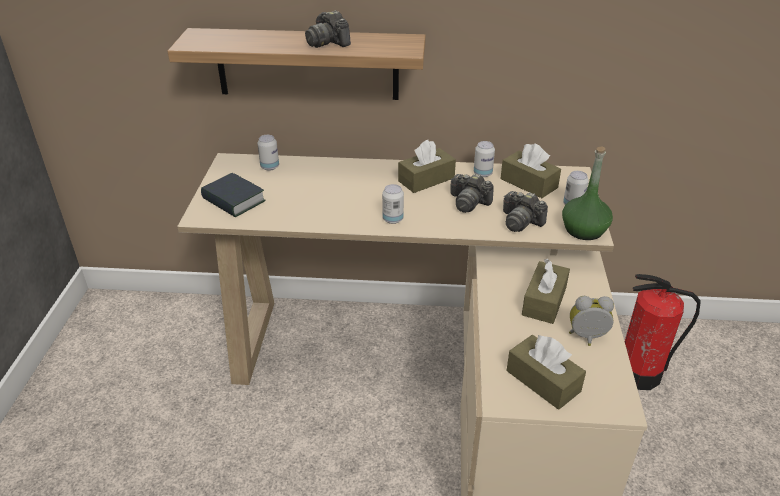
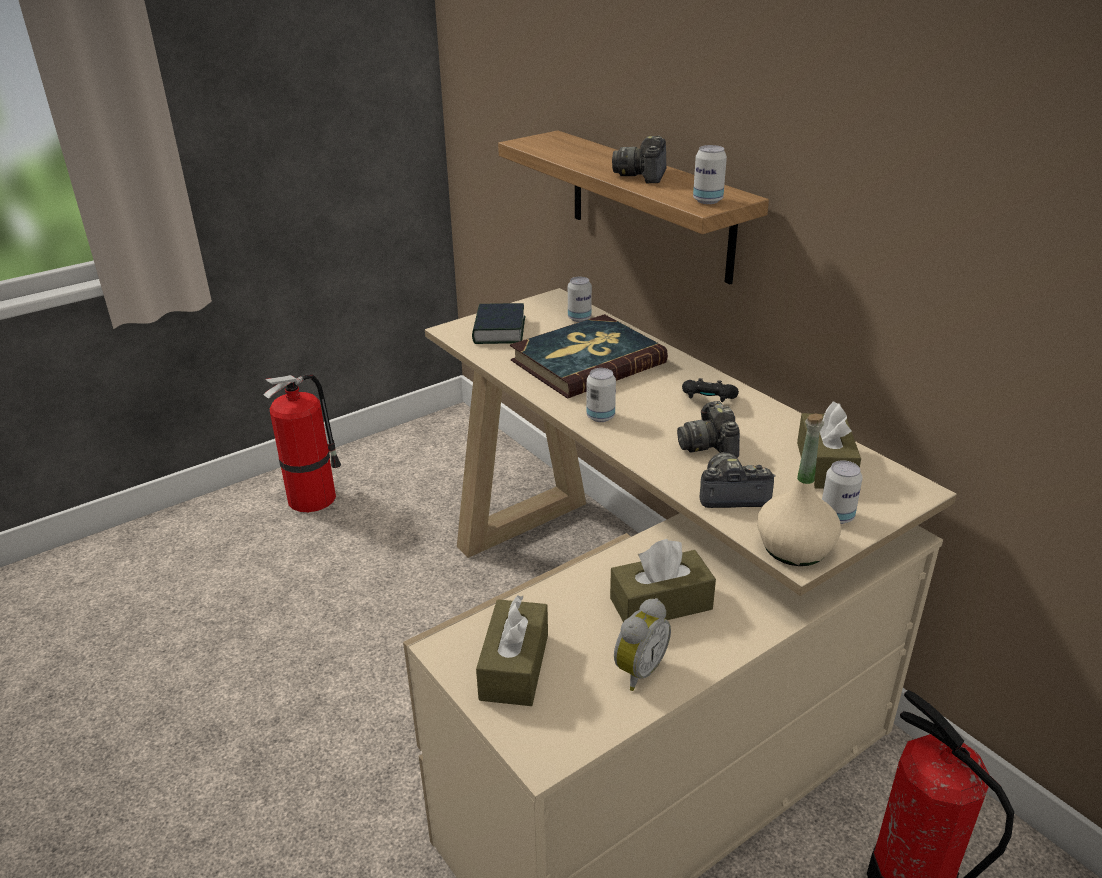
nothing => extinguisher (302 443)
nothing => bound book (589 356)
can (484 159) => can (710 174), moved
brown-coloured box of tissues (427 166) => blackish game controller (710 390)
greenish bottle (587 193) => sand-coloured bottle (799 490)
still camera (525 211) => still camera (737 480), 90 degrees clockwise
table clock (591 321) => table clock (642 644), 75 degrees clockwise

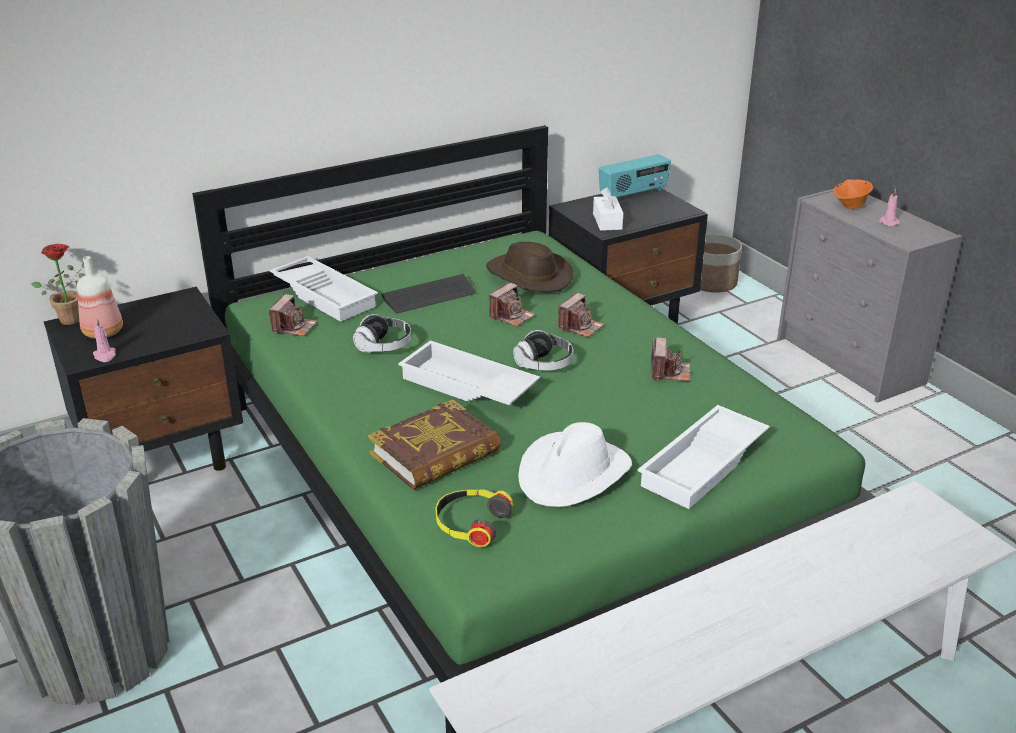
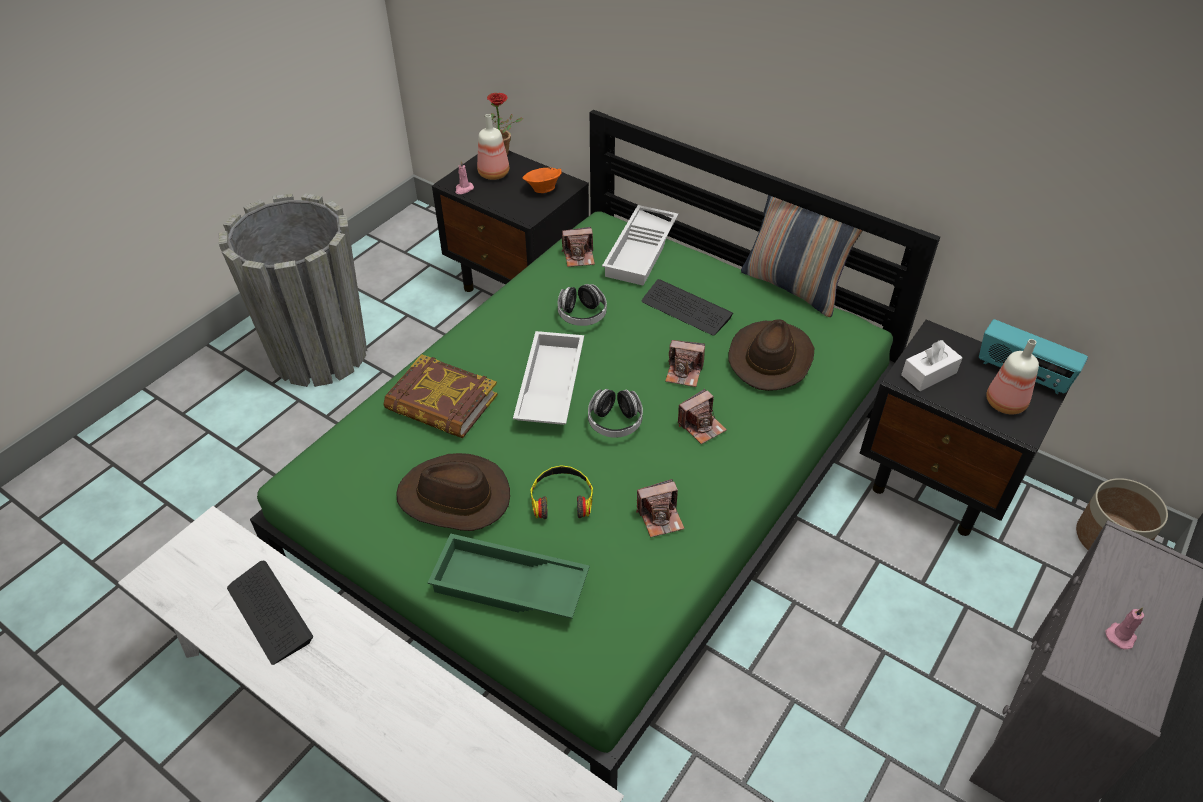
nothing => PC keyboard (270 613)
nothing => throw pillow (802 256)
nothing => bottle (1012 376)
headphones (474 518) => headphones (561 492), moved
orangey serving bowl (853 194) => orangey serving bowl (542 180), moved
whitish clothing hat (575 464) => brown-coloured clothing hat (453 492)
whitish tray (703 457) => greenish tray (509 576)
still camera (581 315) => still camera (702 416), 45 degrees counterclockwise

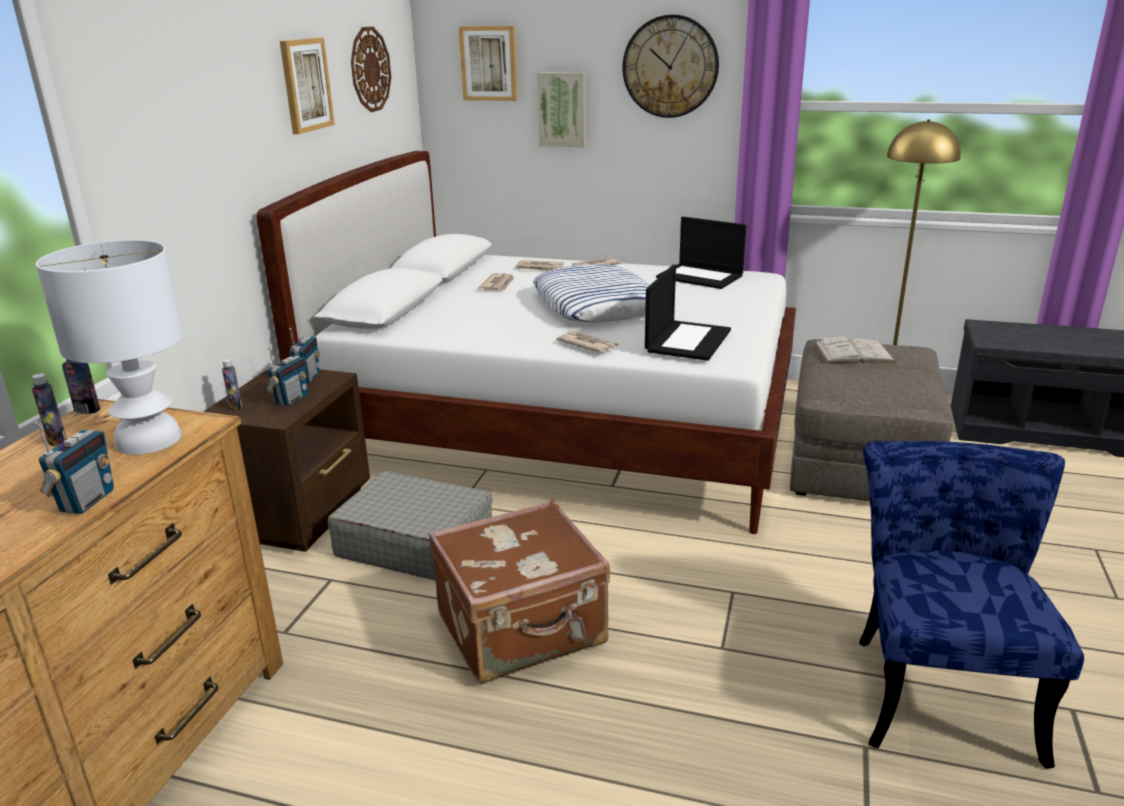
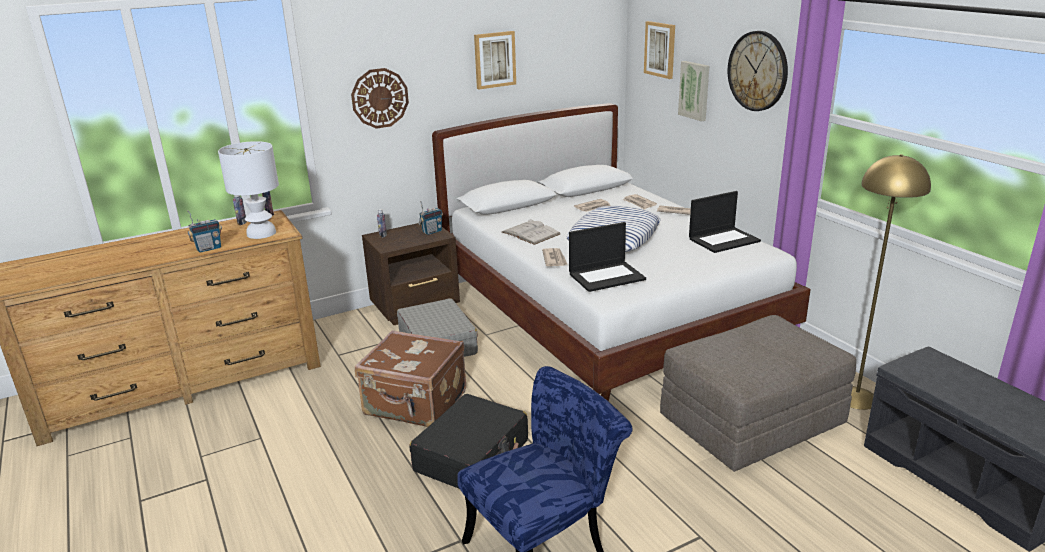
radio set (287 376) => nothing
nothing => blackish suitcase (469 441)
hanging clock (371 69) => hanging clock (380 98), moved
whitish bound book (855 349) => whitish bound book (531 232), moved
laptop (701 253) => laptop (725 222), 105 degrees counterclockwise

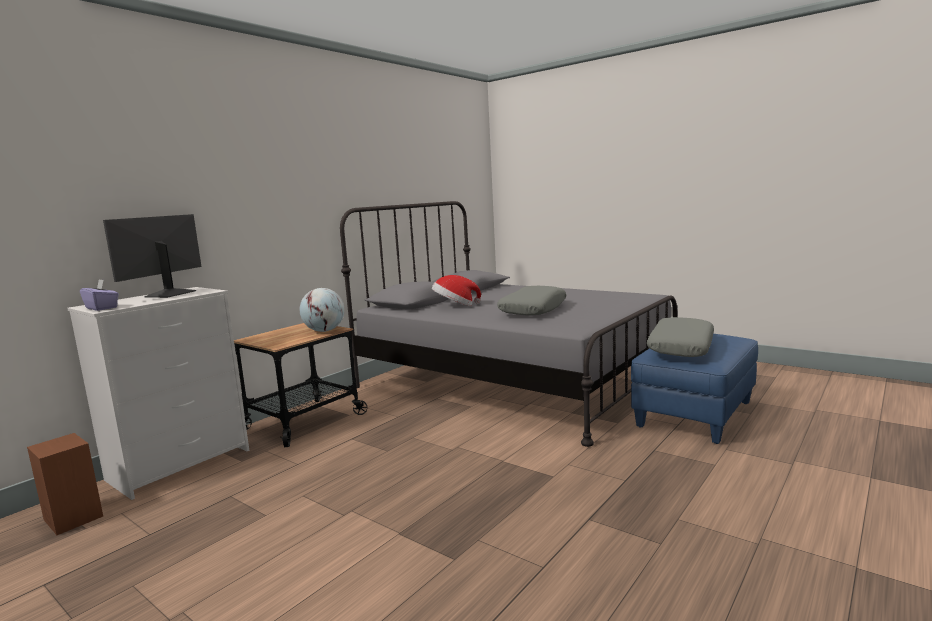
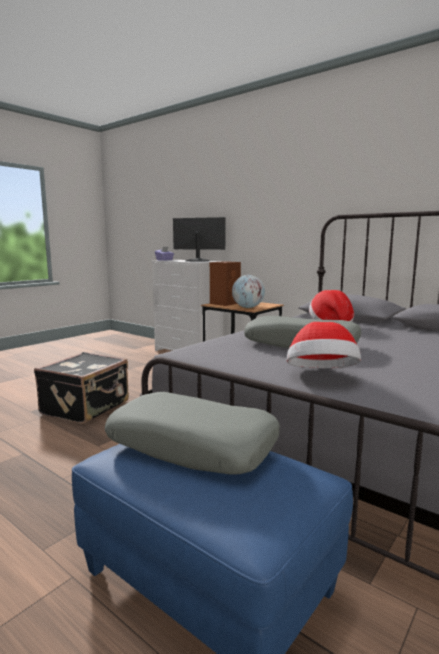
nothing => blackish suitcase (81 388)
nothing => clothing hat (324 345)
brown-coloured loudspeaker (65 484) => brown-coloured loudspeaker (225 283), moved

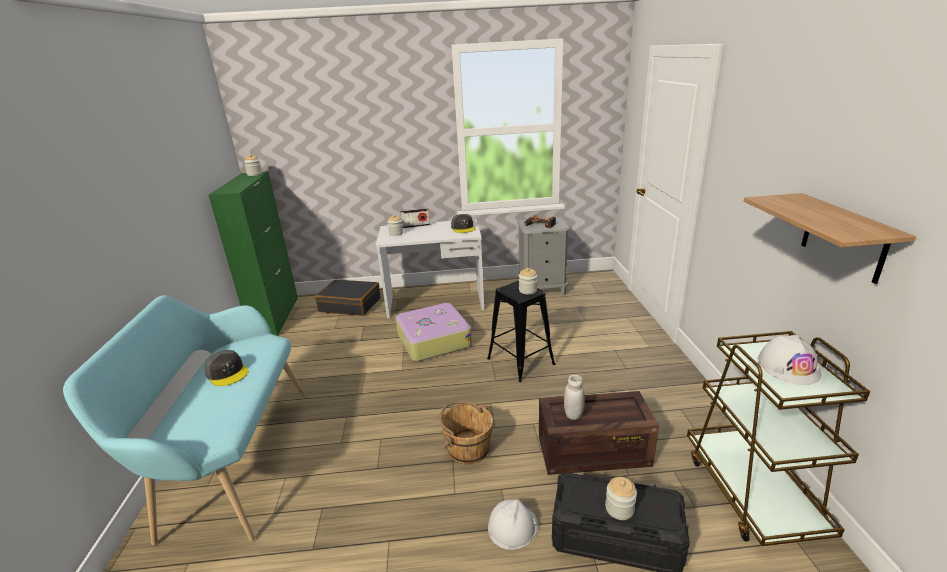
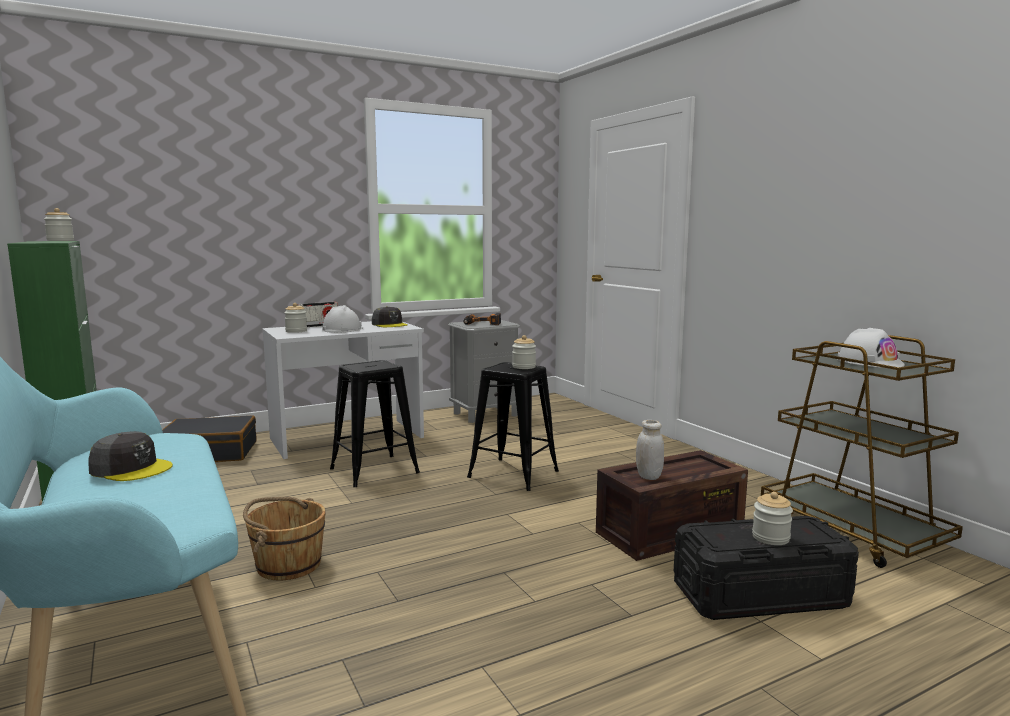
bracket shelf (830 238) => nothing
brown-coloured bucket (466 432) => brown-coloured bucket (284 539), moved
whitish hard hat (513 524) => whitish hard hat (342 319), moved
suitcase (433 332) => blackish stool seat (375 423)

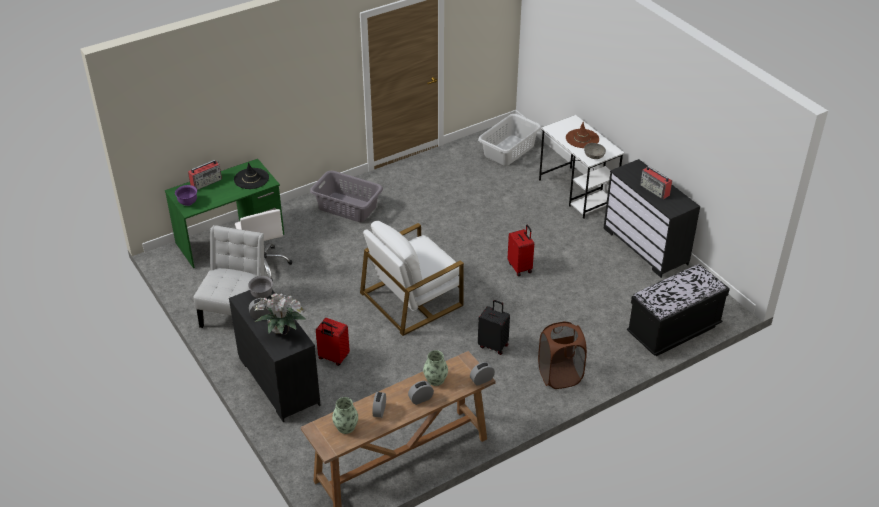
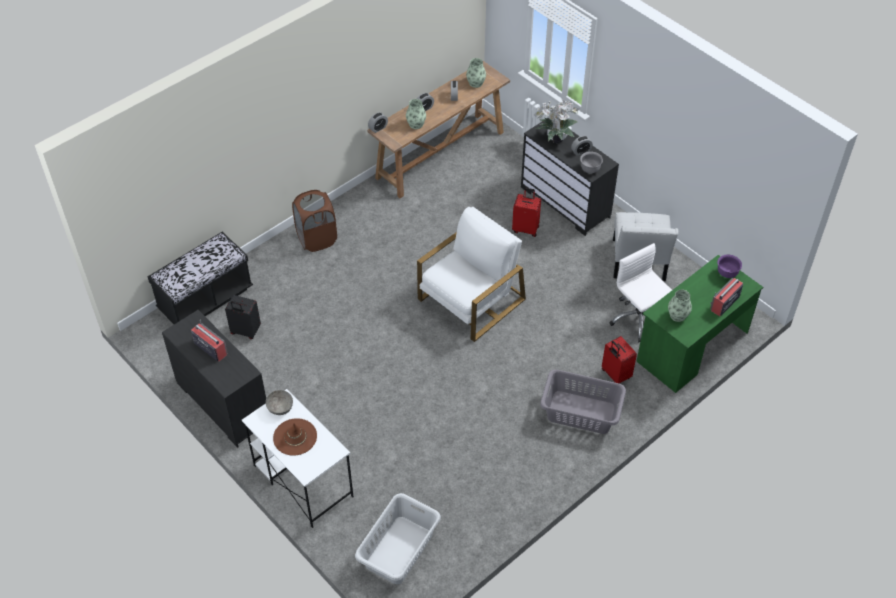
blackish suitcase (494 327) => blackish suitcase (243 317), moved
red suitcase (521 250) => red suitcase (619 359), moved
blackish clothing hat (251 175) => flower vase (680 306)

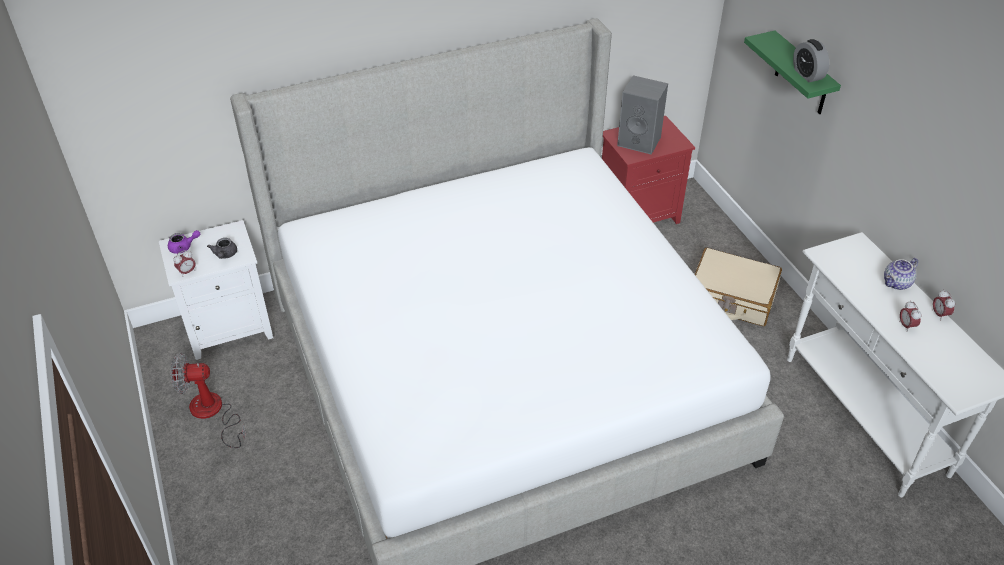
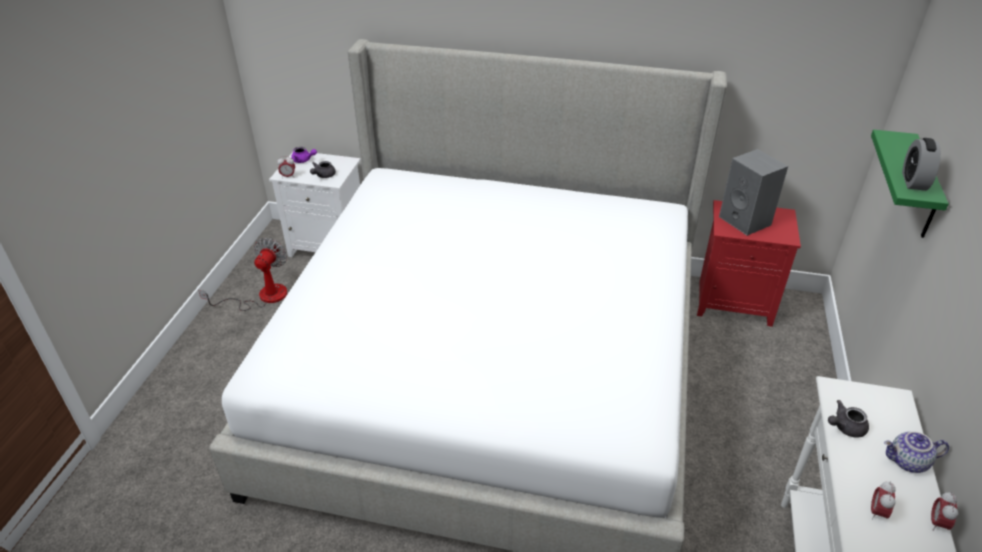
sand-coloured suitcase (738 287) => nothing
nothing => grey tea pot (848 419)
fan (208 400) => fan (242 274), 75 degrees clockwise

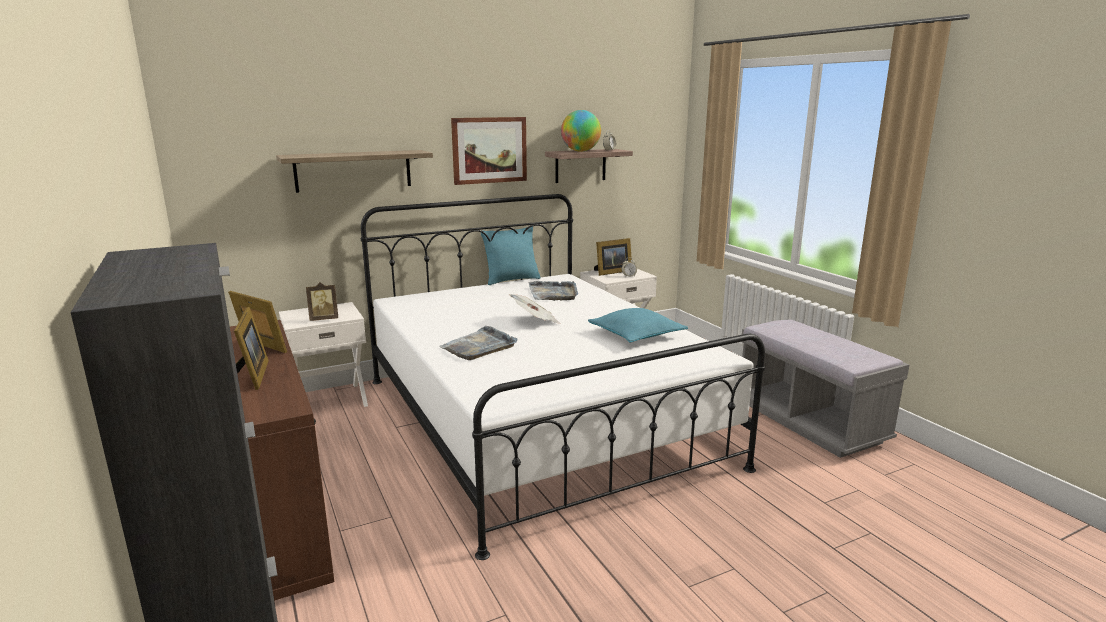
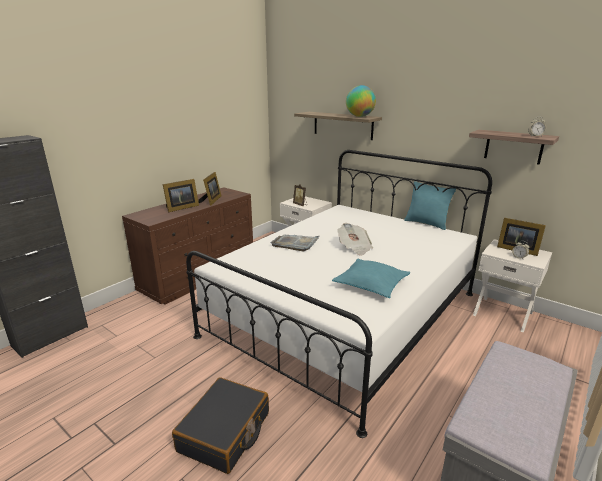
wall picture (489 151) => nothing
grey tray (553 291) => nothing
nothing => blackish suitcase (220 425)
globe (581 131) => globe (361 101), moved

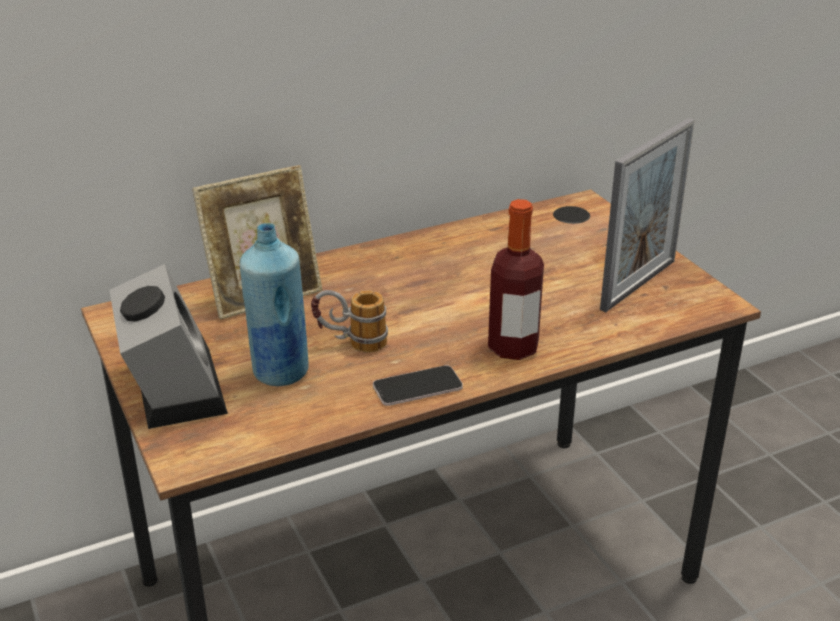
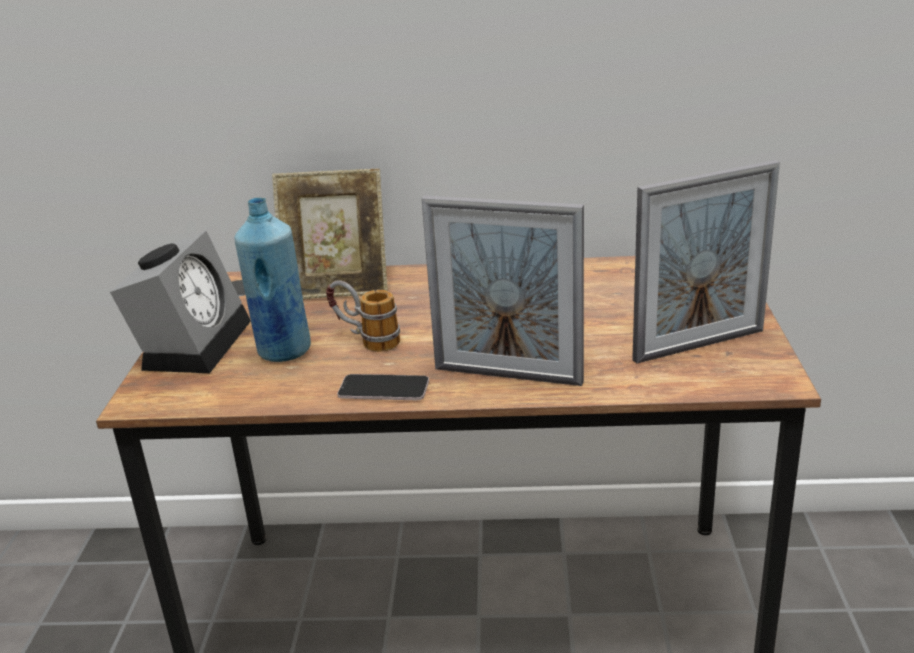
bottle (516 279) => picture frame (503 291)

